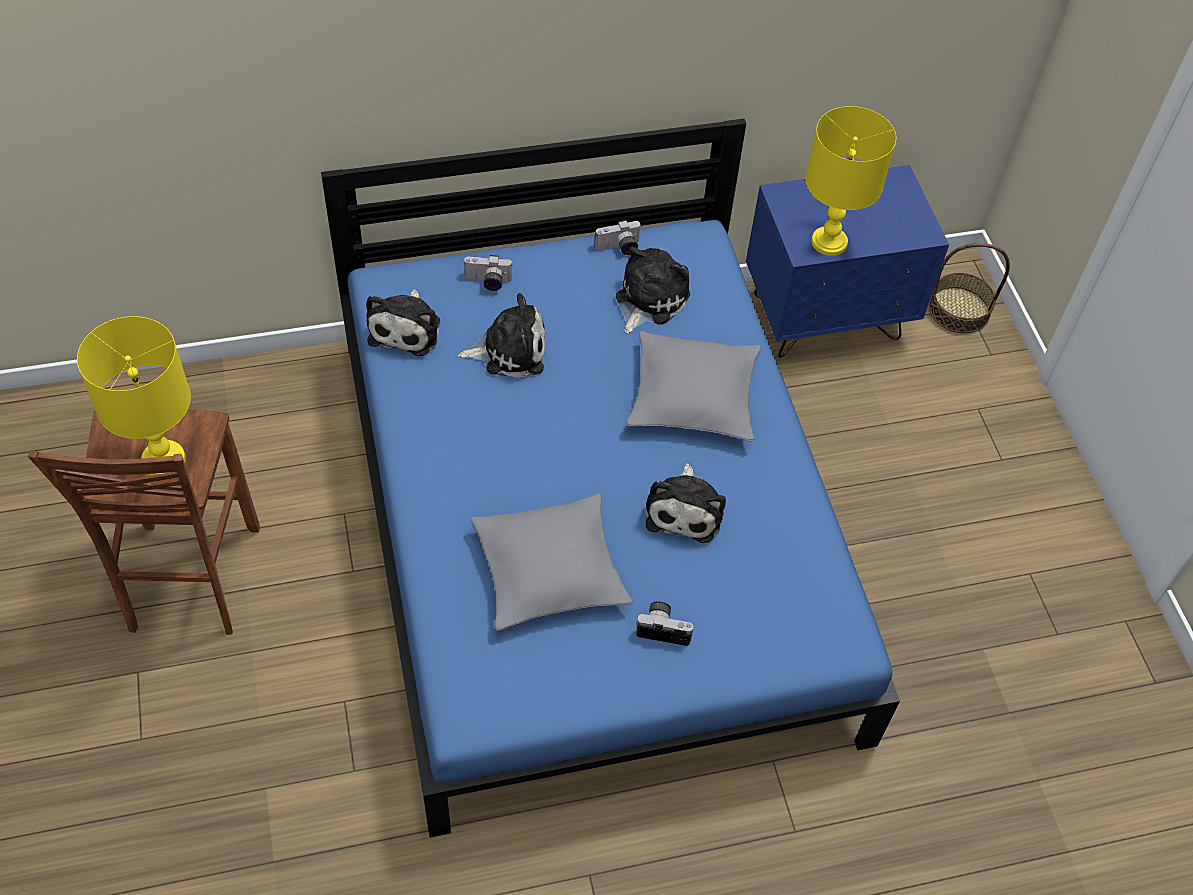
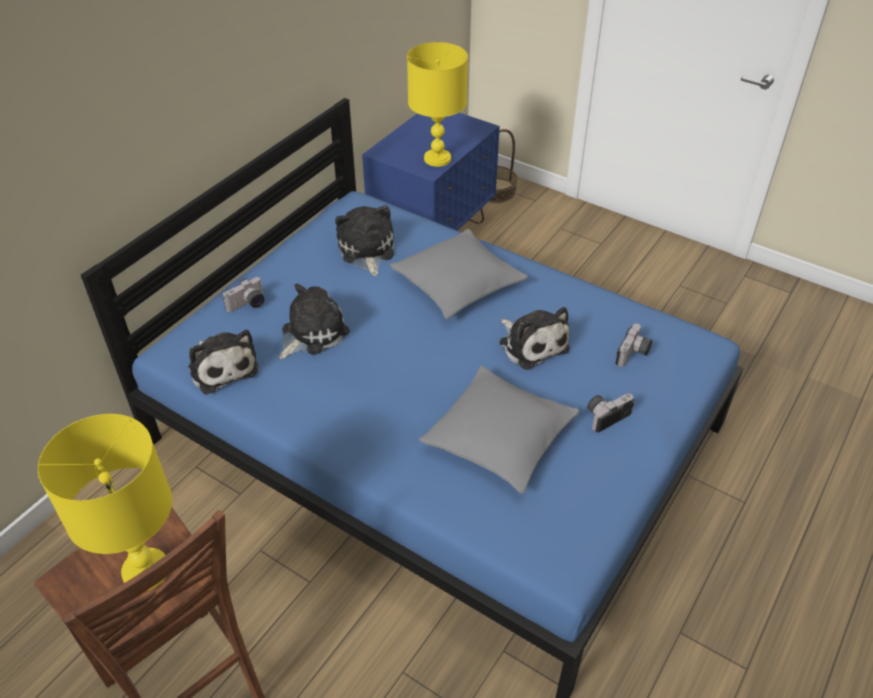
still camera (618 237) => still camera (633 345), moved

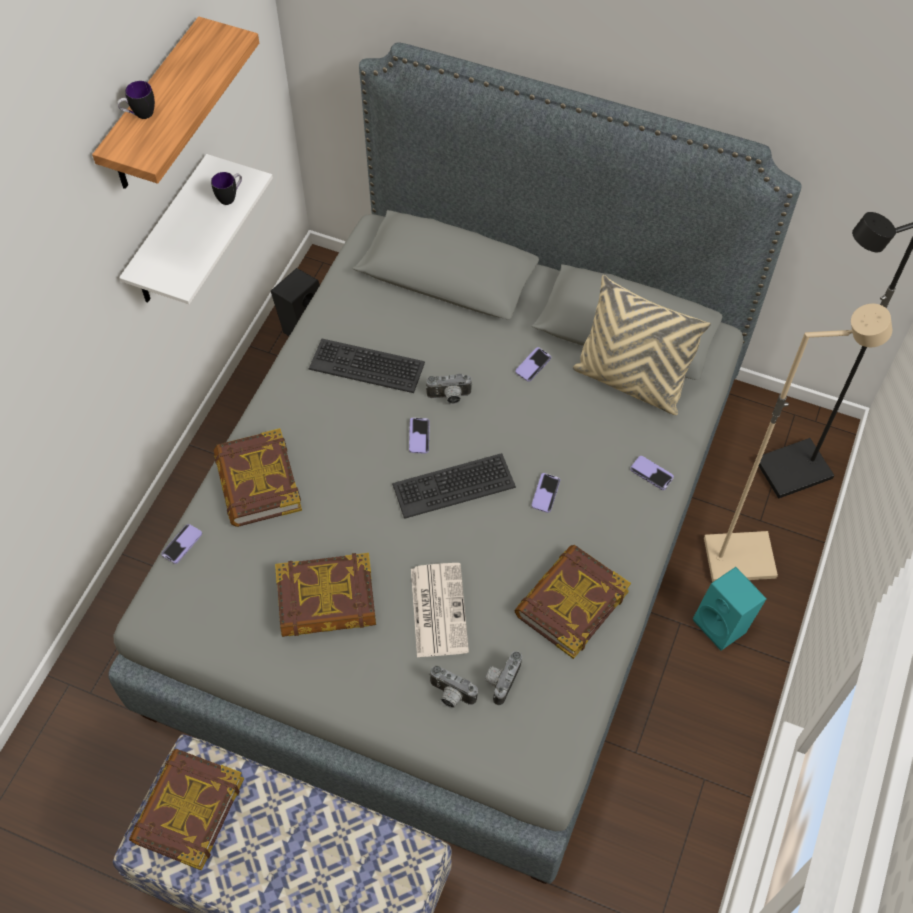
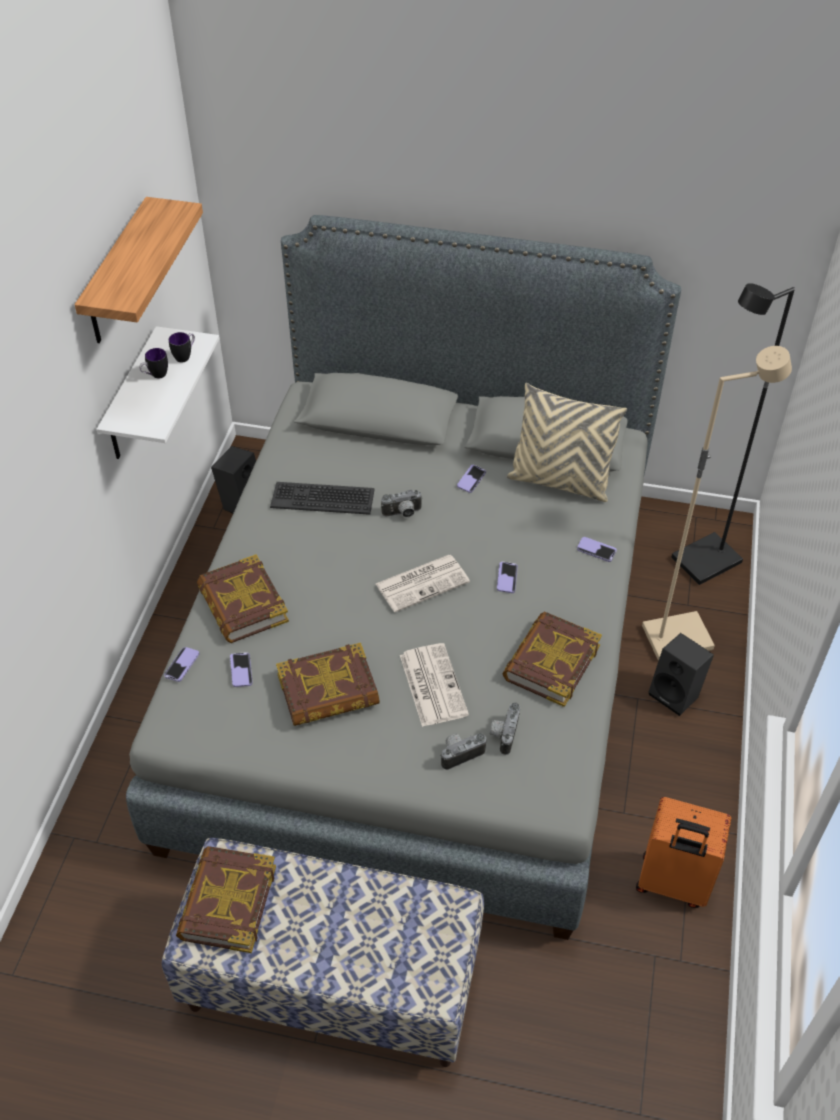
nothing => orangey suitcase (683 852)
mug (136 100) => mug (153 363), moved
telephone (419 436) => telephone (241 669), moved
PC keyboard (454 486) => printed paper (423 583)
turquoise-coloured loudspeaker (730 609) => blackish loudspeaker (681 674)
still camera (453 687) => still camera (463 751), 135 degrees clockwise

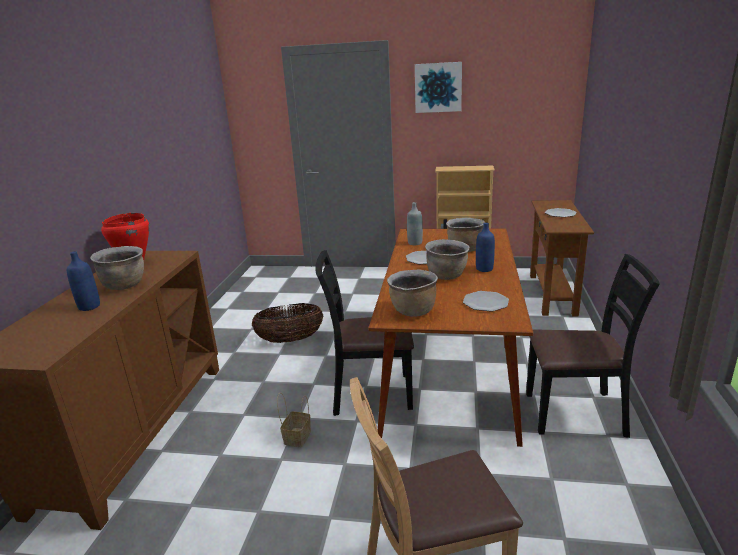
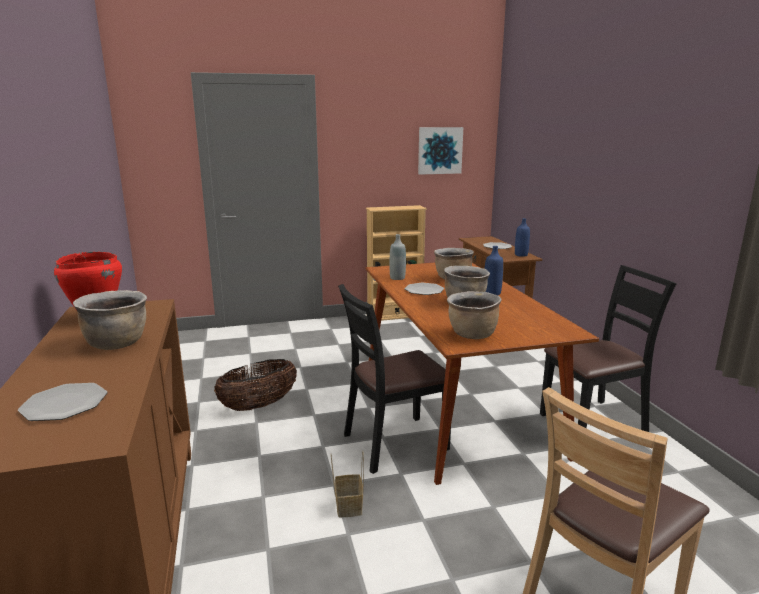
bluish bottle (83 281) => bluish bottle (522 237), moved
wall picture (438 87) => wall picture (440 151), moved
flat dish (486 301) => flat dish (62 402), moved

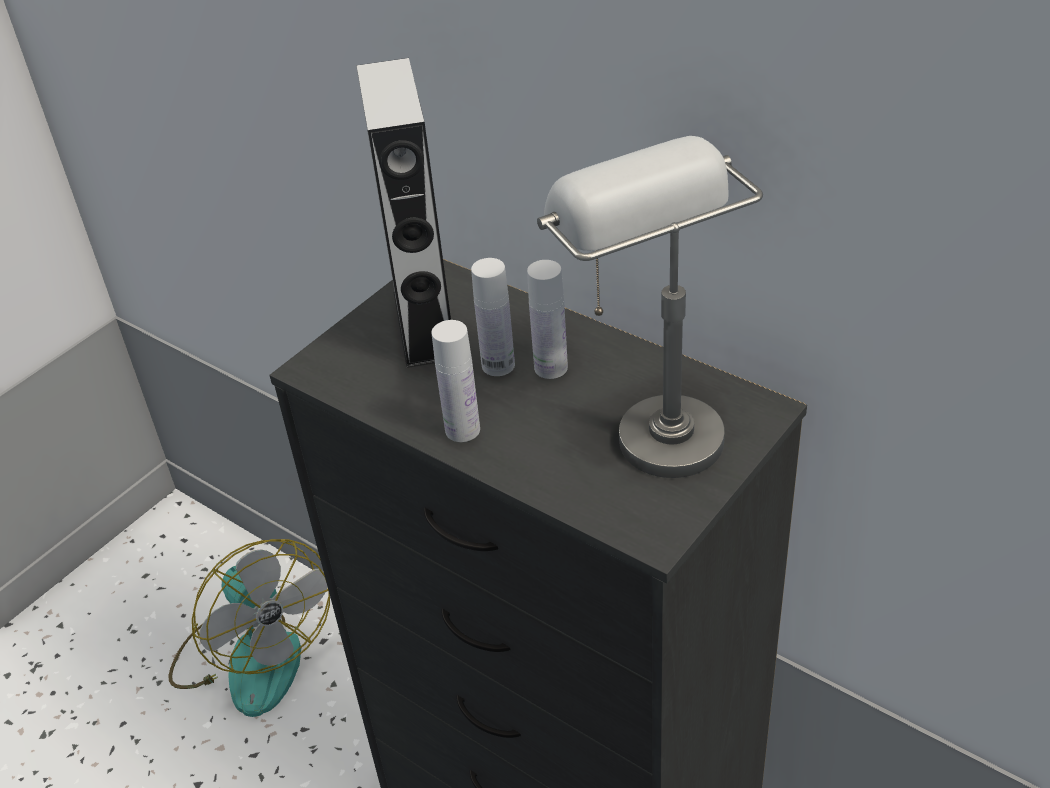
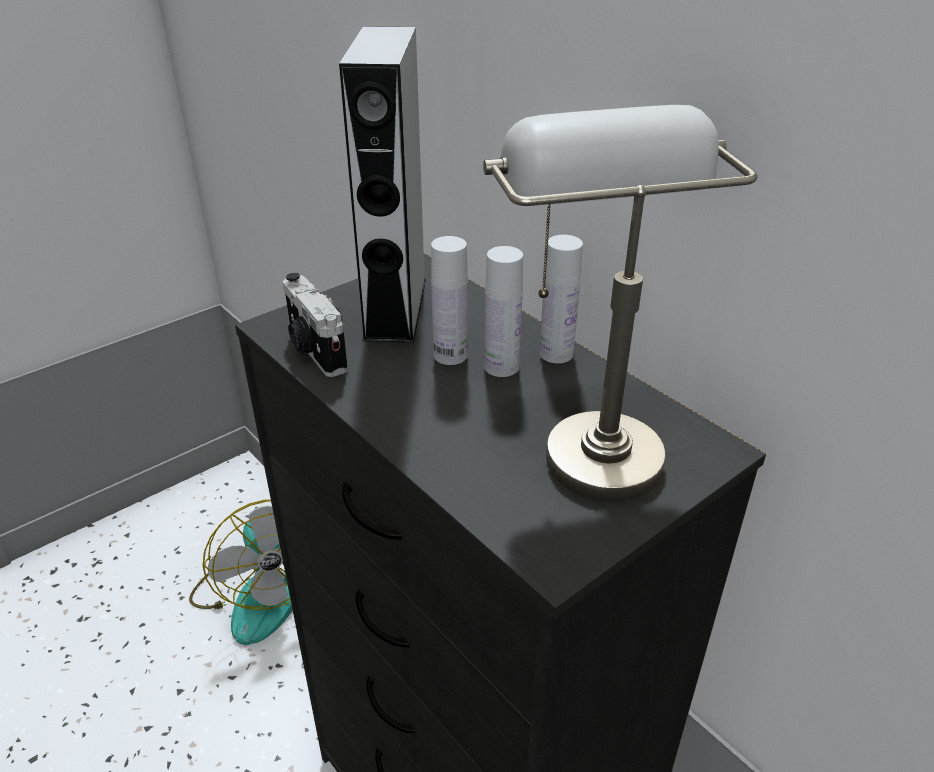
nothing => still camera (315 325)
whitish bottle (455 381) => whitish bottle (561 299), moved

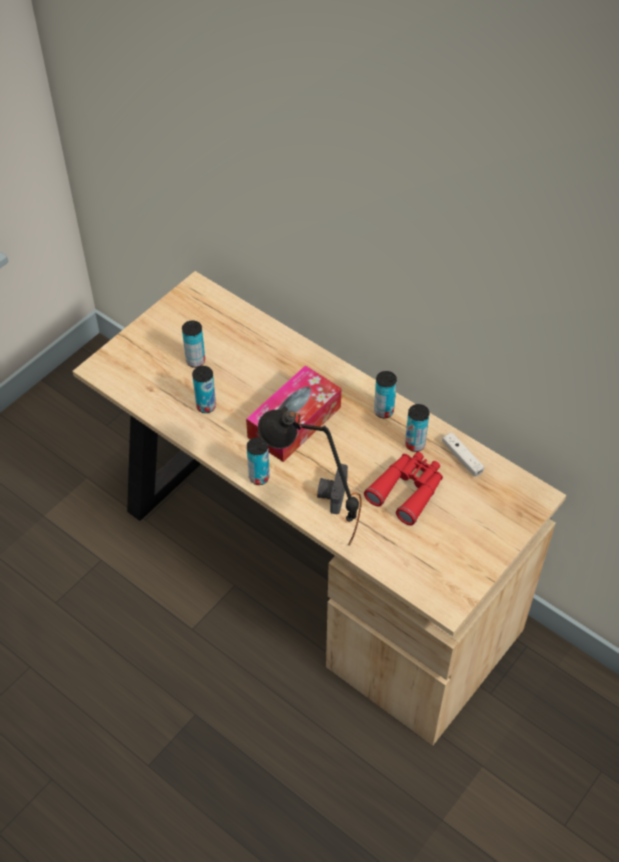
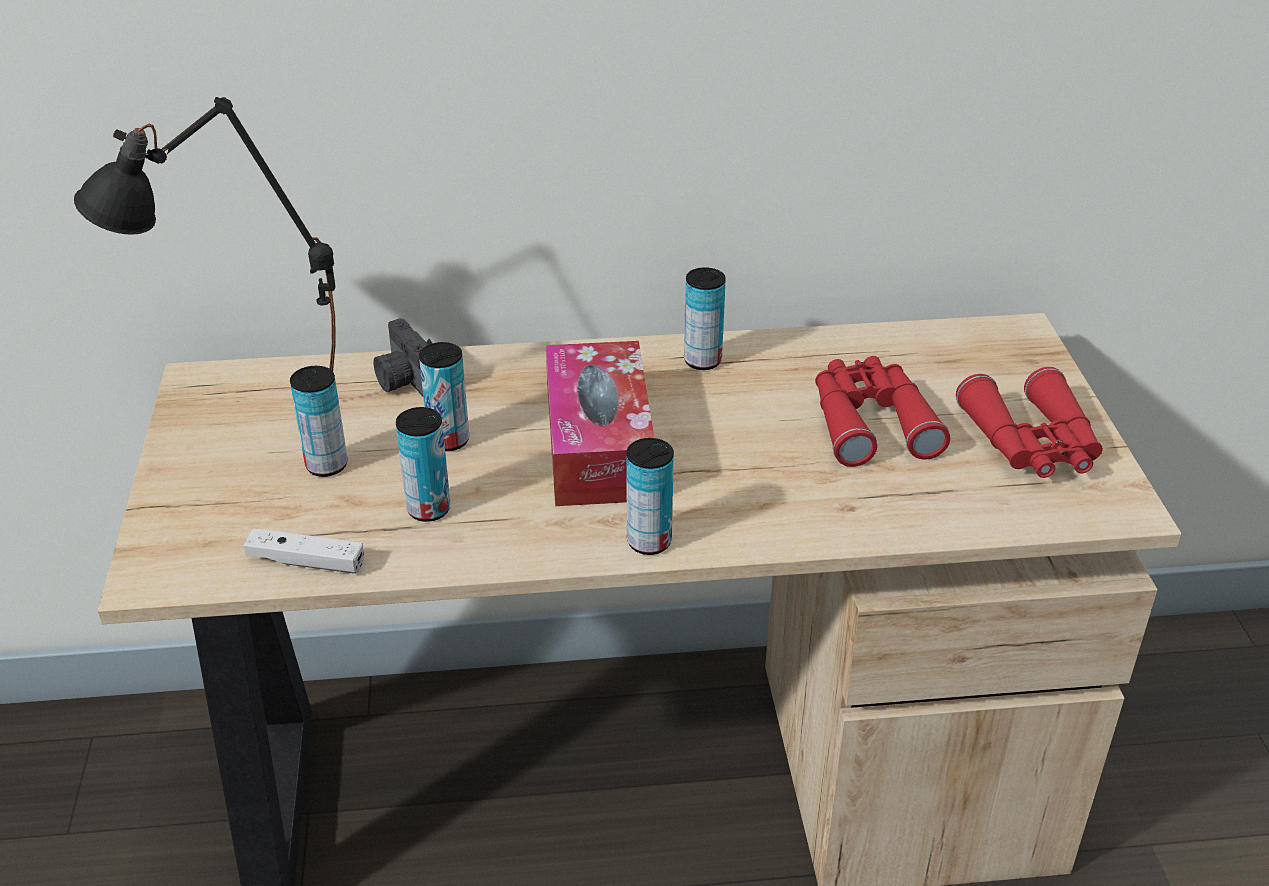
nothing => red field glasses (1029 422)
blackish tabletop lamp (309 476) => blackish tabletop lamp (205 234), moved
still camera (332 489) => still camera (402 357), moved
can (417 428) => can (444 396), moved
whitish game controller (463 454) => whitish game controller (304 551), moved

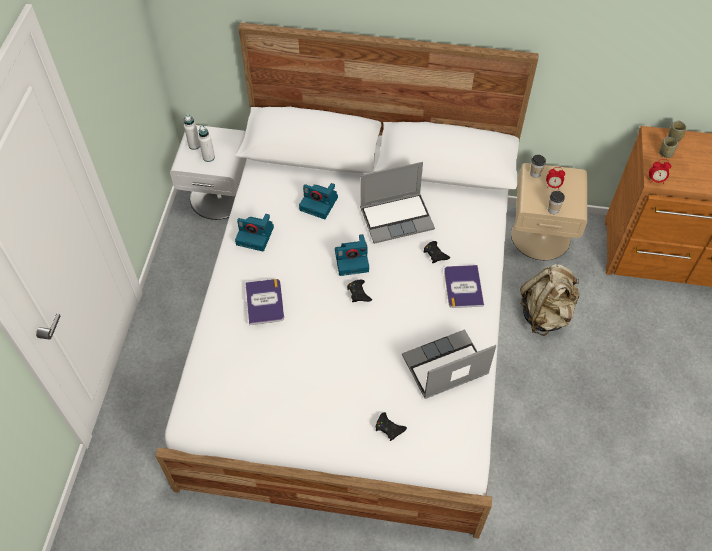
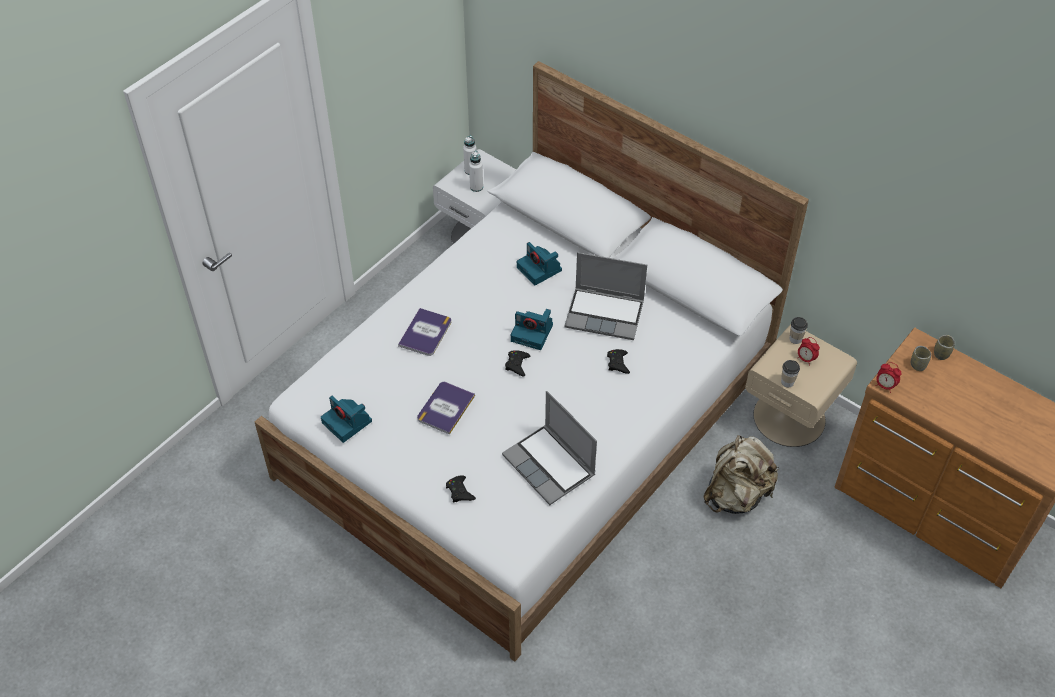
still camera (254 232) => still camera (346 419), moved
bound book (464 286) => bound book (446 408), moved
laptop (449 364) => laptop (549 448), 135 degrees counterclockwise

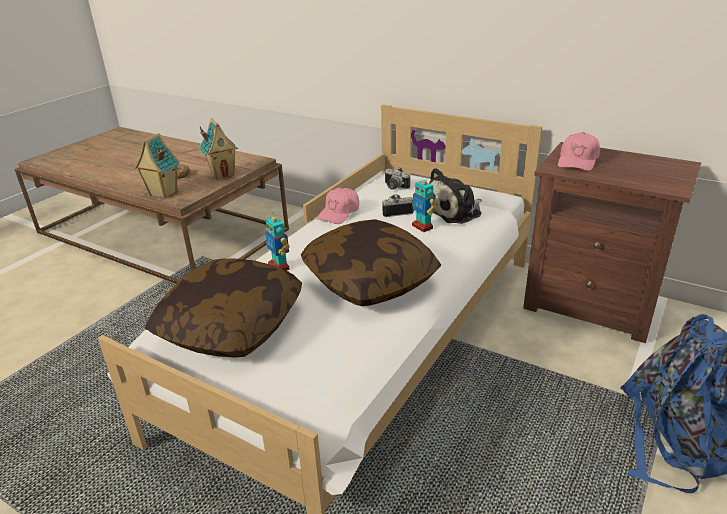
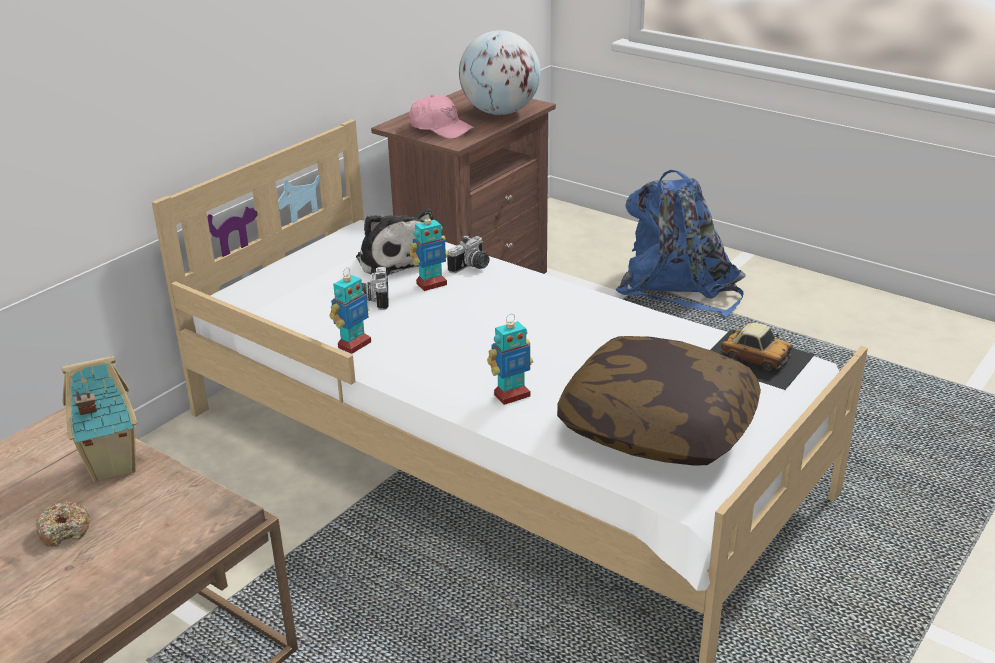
miniature house (157 165) => nothing
throw pillow (371 262) => nothing
nothing => globe (500 72)
nothing => miniature car (763 356)
still camera (397 178) => still camera (468 254), moved
pink-coloured cap (338 206) => robot figure (350 311)

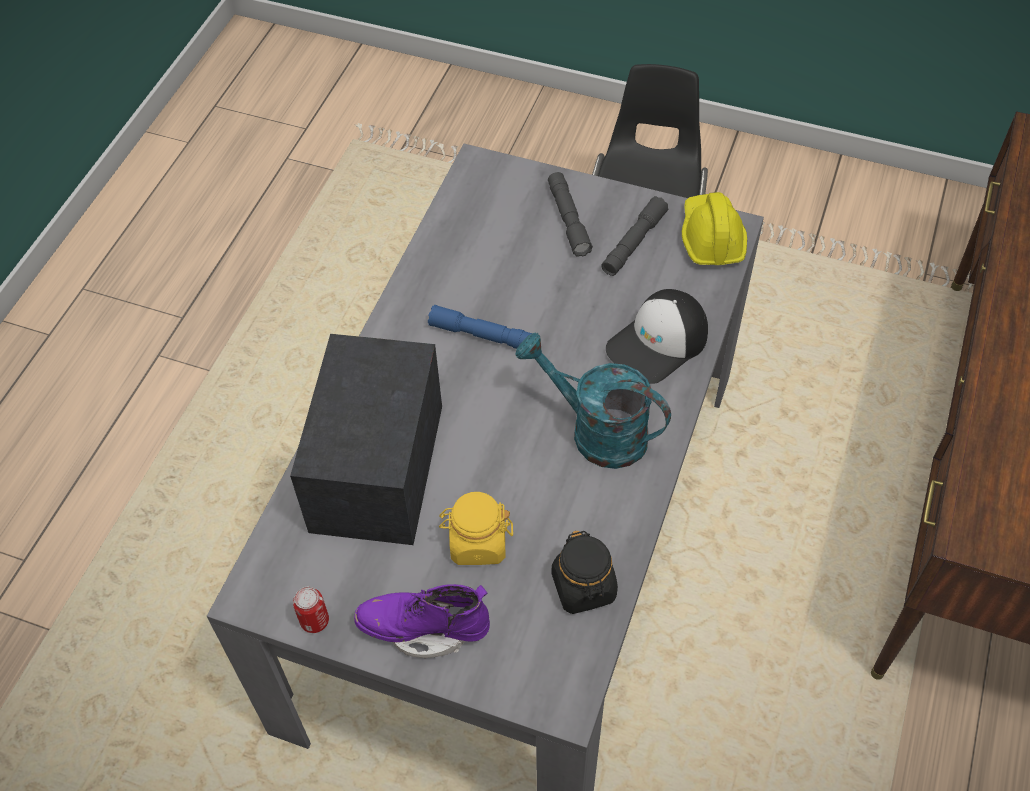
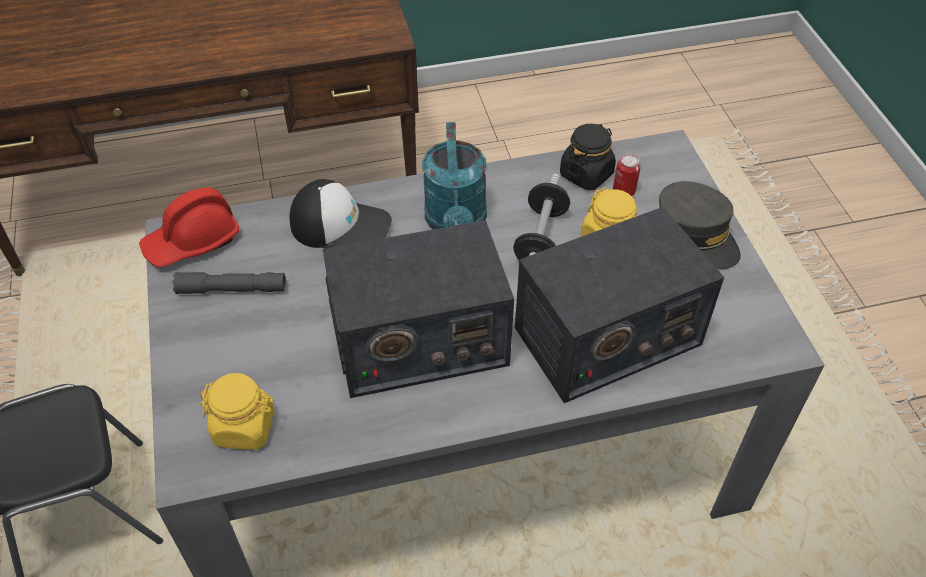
grey flashlight (570 214) => nothing
nothing => yellow-coloured storage jar (237 411)
nothing => hand weight (541 217)
can (311 610) => can (627 175), moved
purple-coloured tall boot (422 621) => grey cap (700 225)
bluish flashlight (480 327) => radio set (418 309)
yellow-coloured hard hat (714 228) => red hard hat (189 227)

